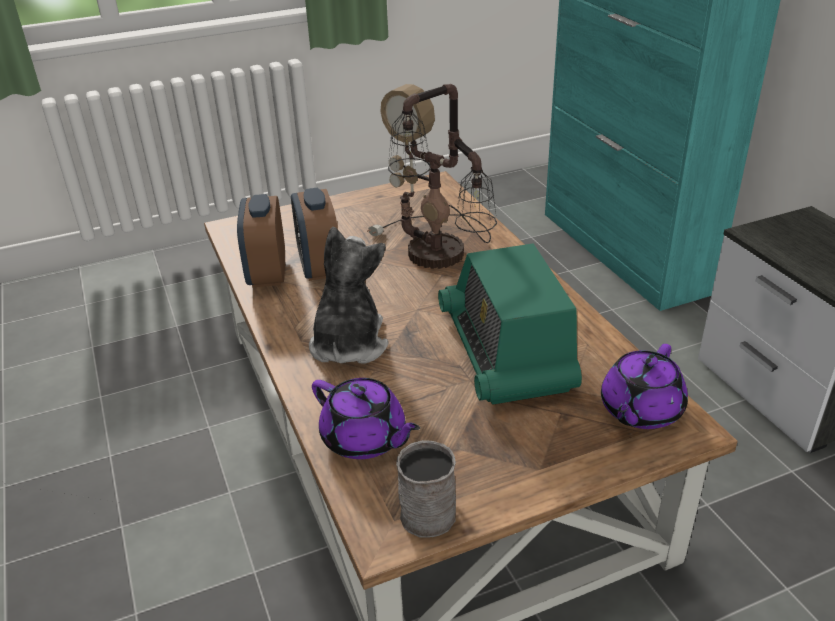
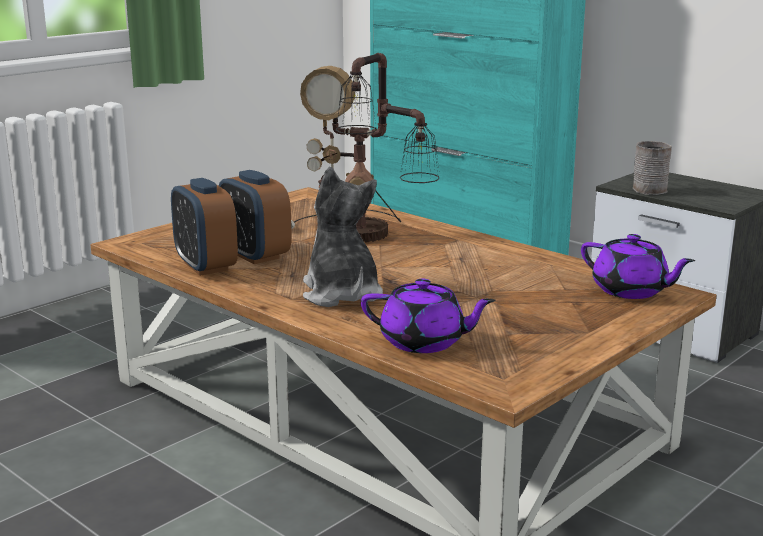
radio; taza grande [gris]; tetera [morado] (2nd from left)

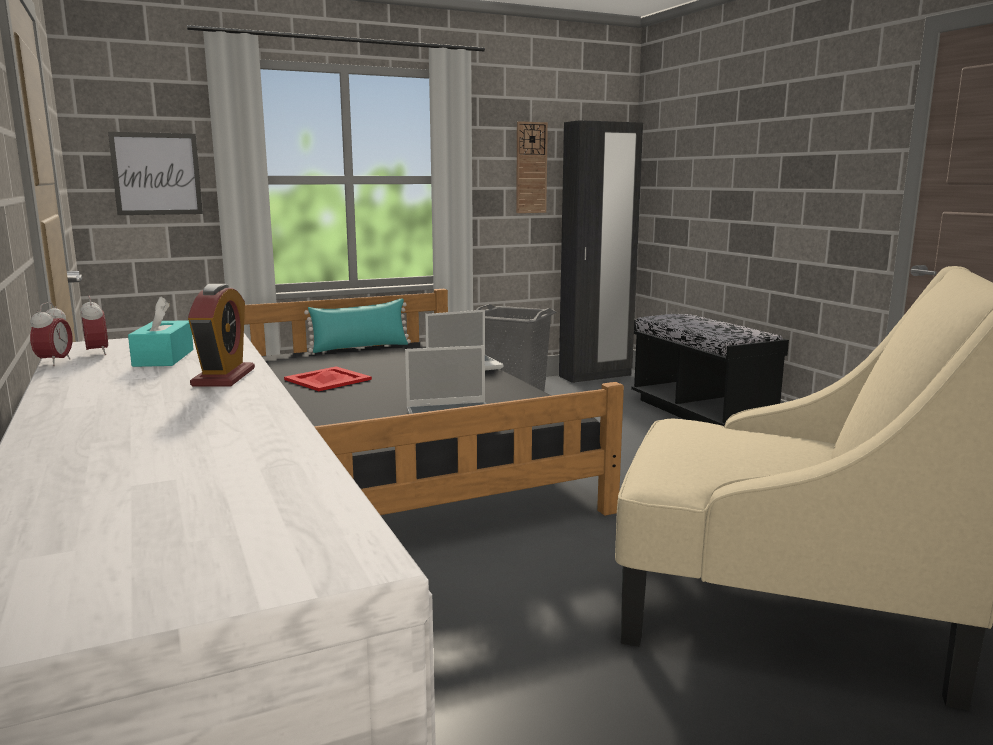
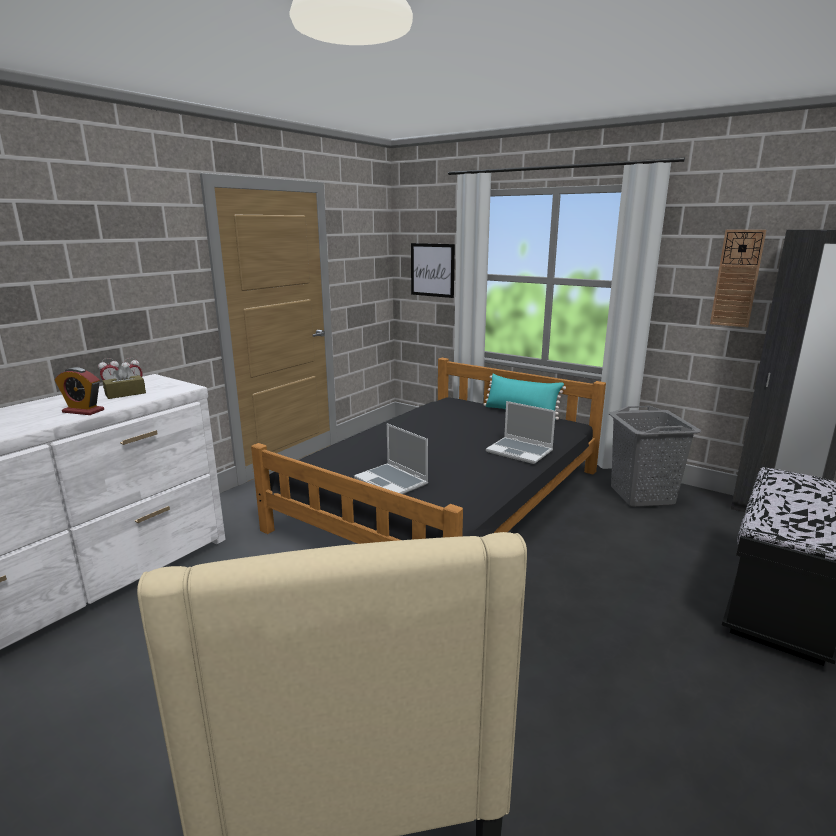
bandeja [rojo]; caja de pañuelos [marrón]; despertador (1st from left)

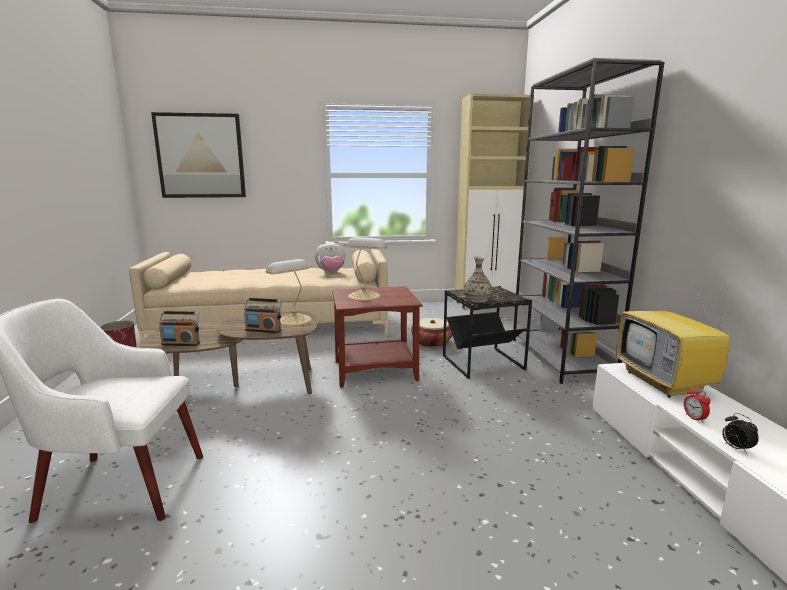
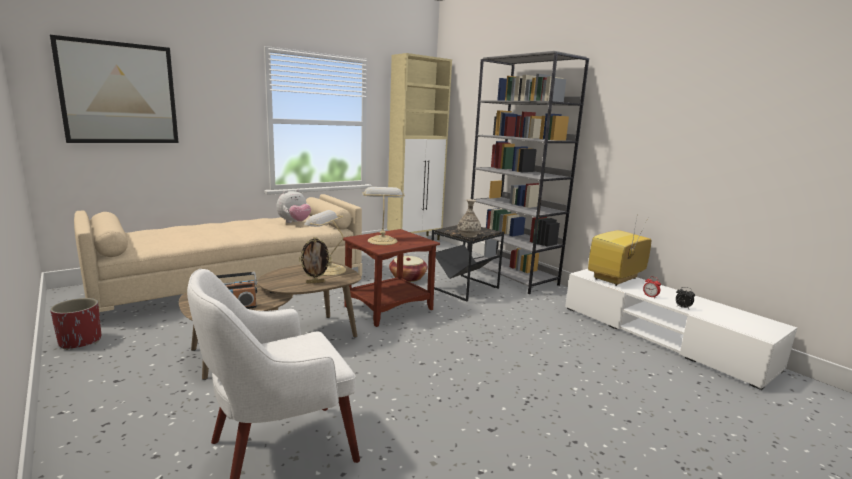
portarretratos; televisor

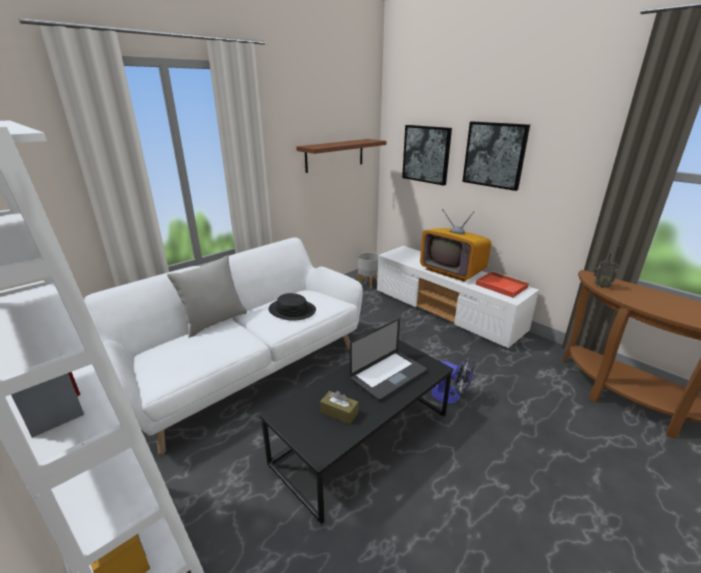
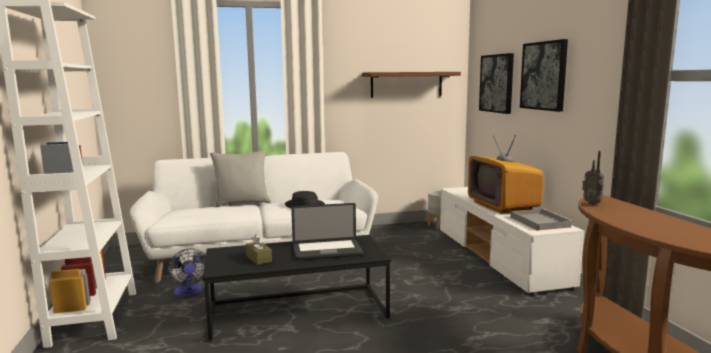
ventilador; bandeja [gris]

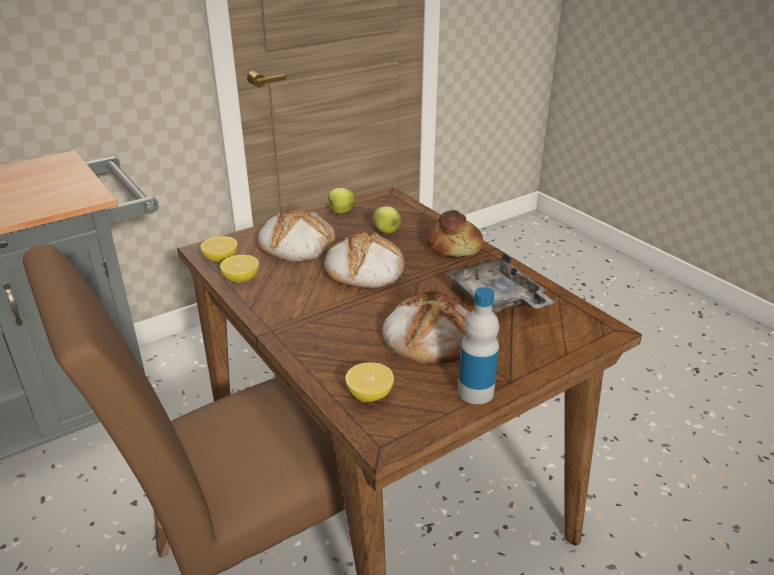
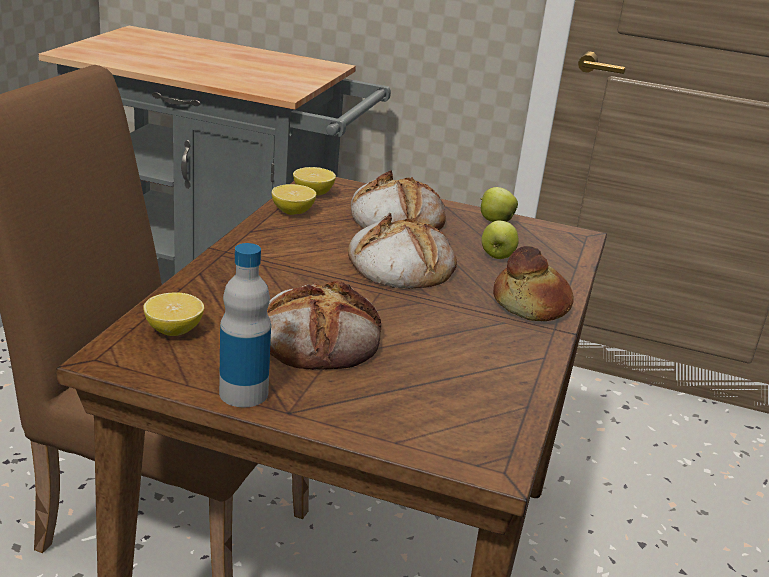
bandeja [gris]

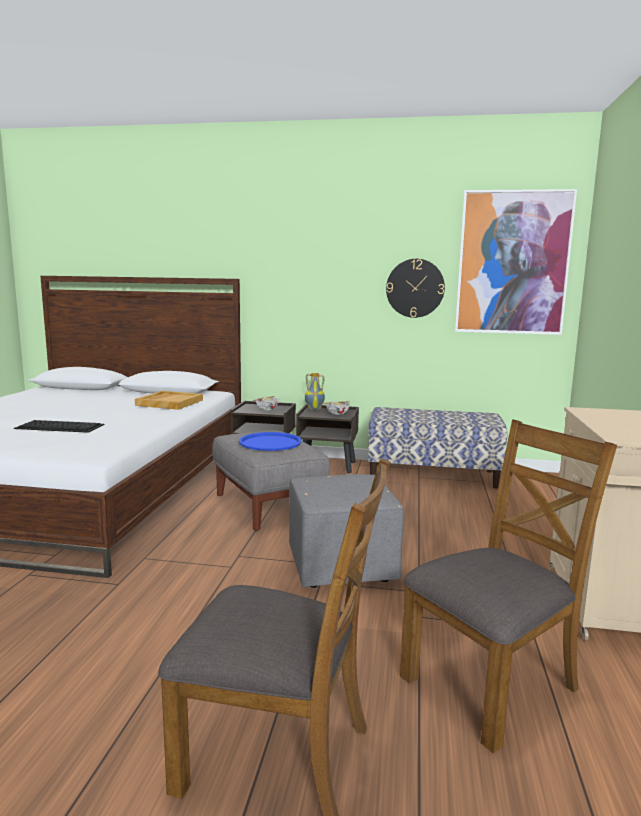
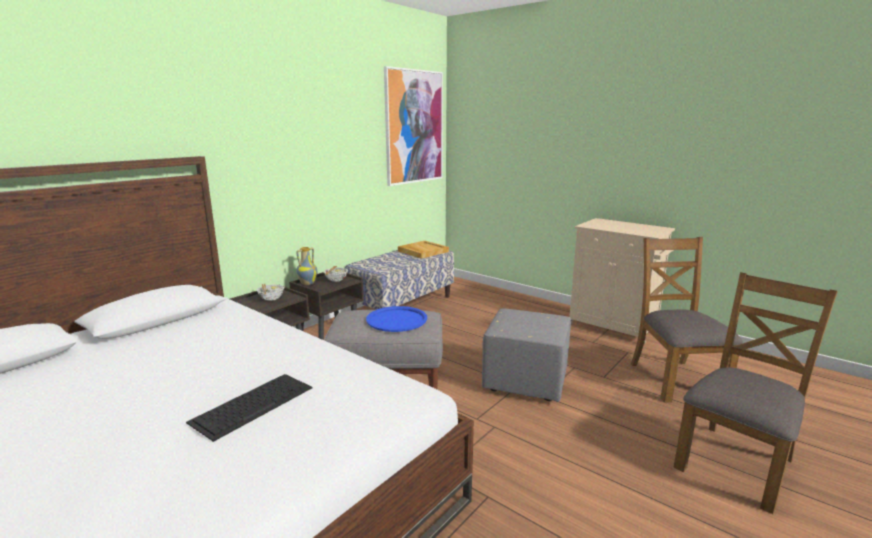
reloj de pared; bandeja [beis]

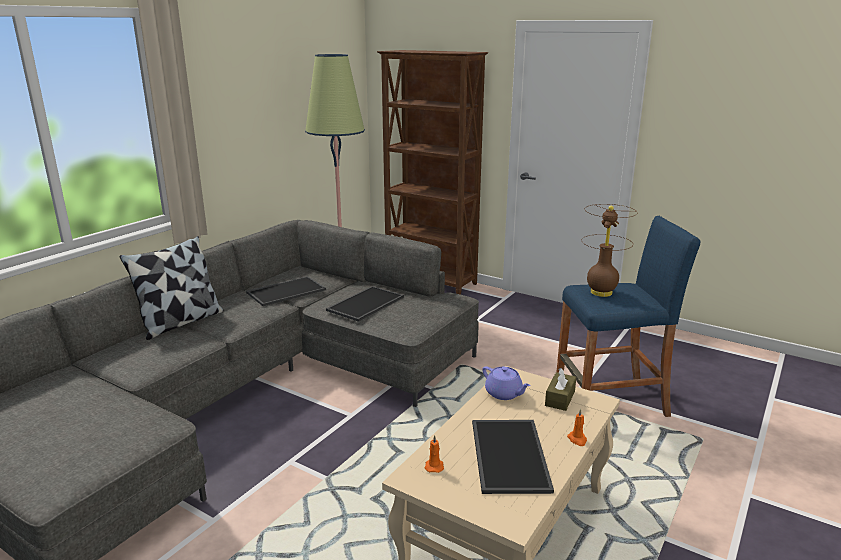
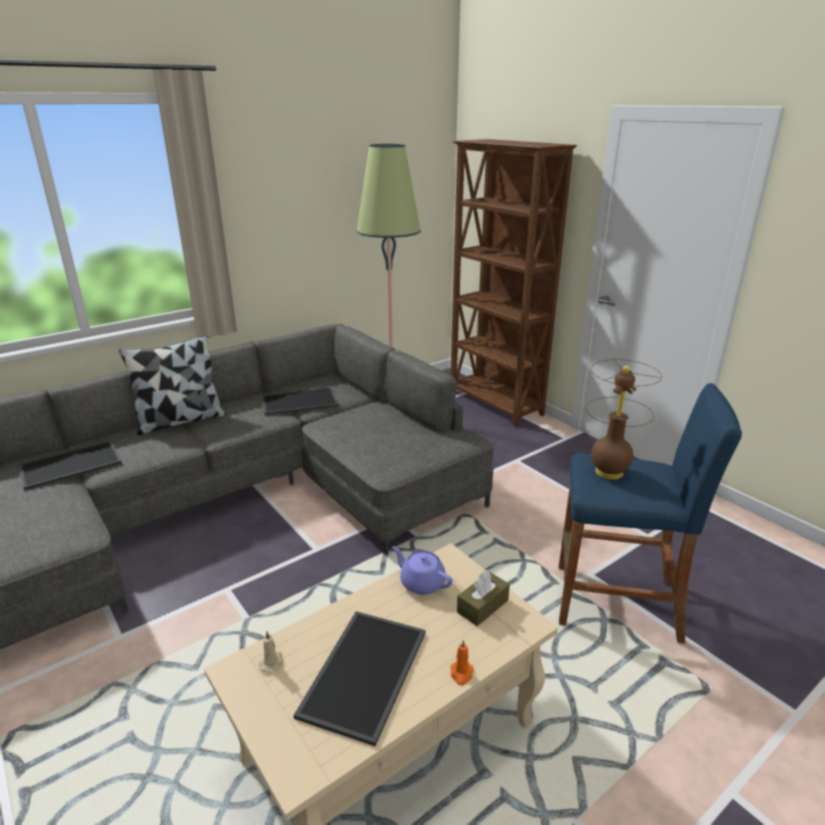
bandeja (1st from left); vela [beis]; tetera [morado]

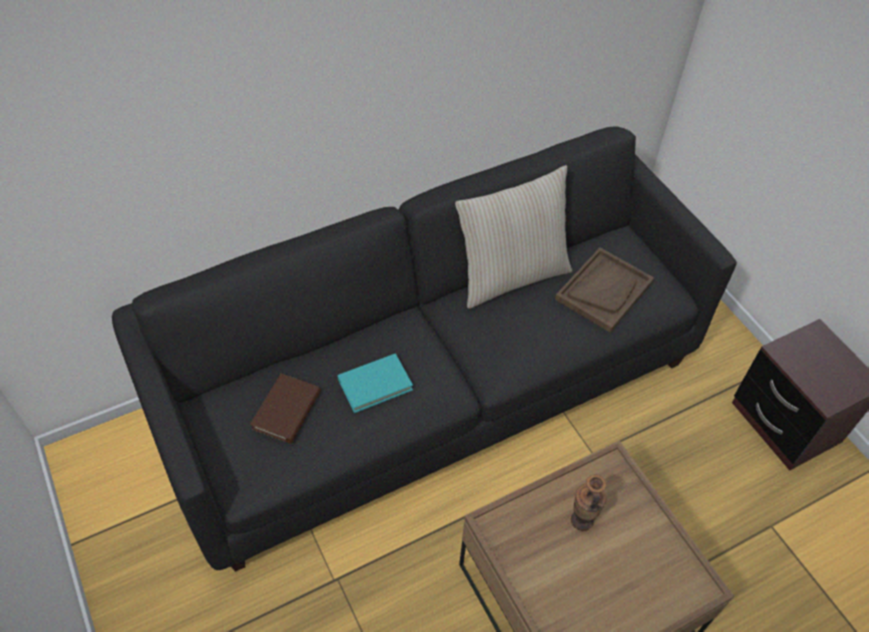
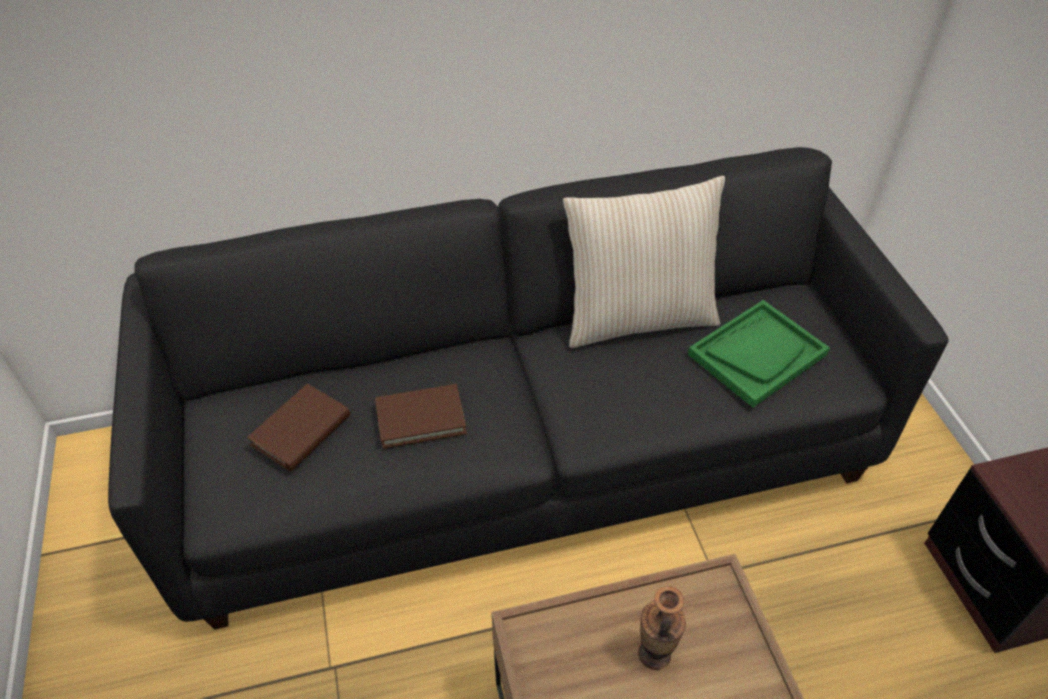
libro [marrón] (2nd from left); bandeja [verde]

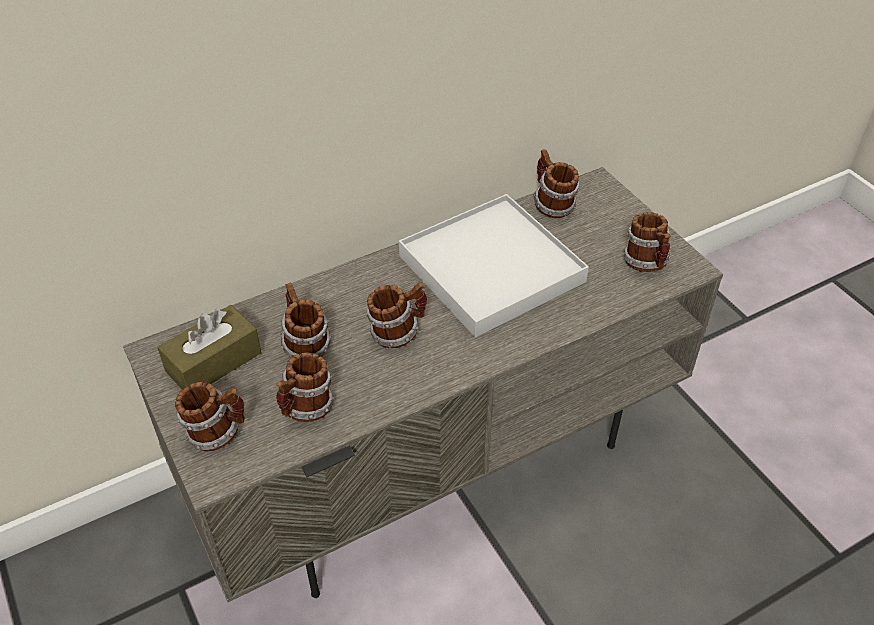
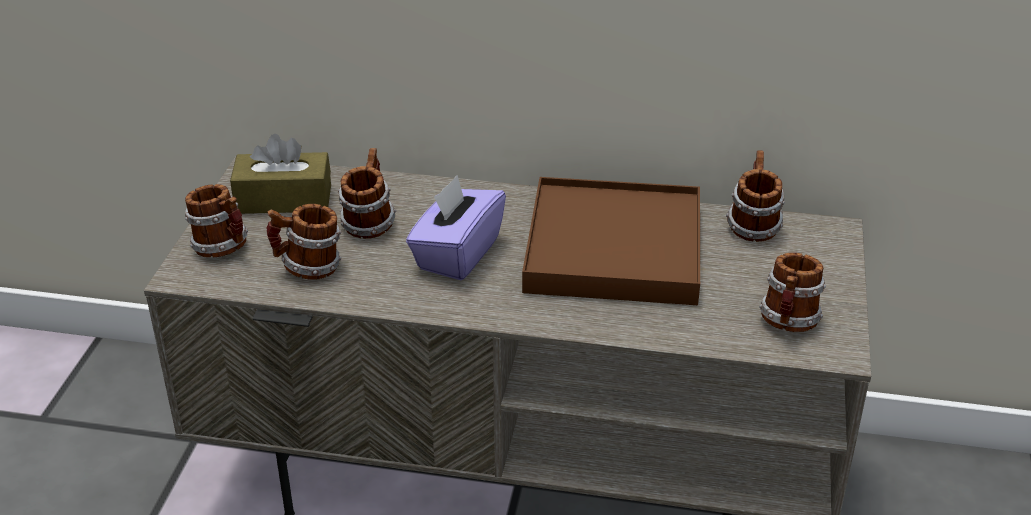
caja de pañuelos [morado]; bandeja [marrón]

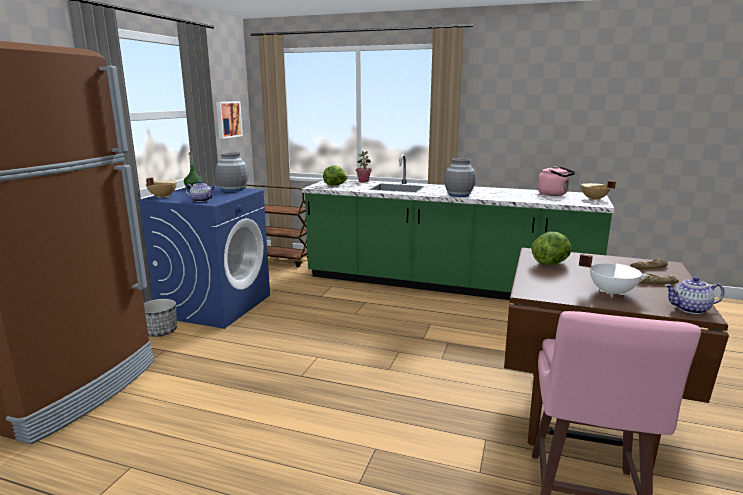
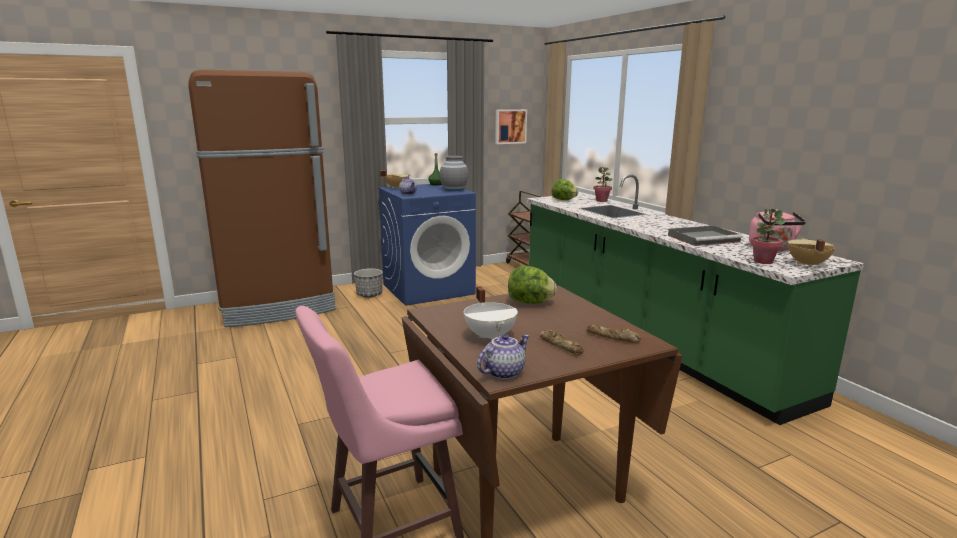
florero [gris] (2nd from left in the first image); bandeja [gris]; planta en maceta (2nd from left); tetera (2nd from left)

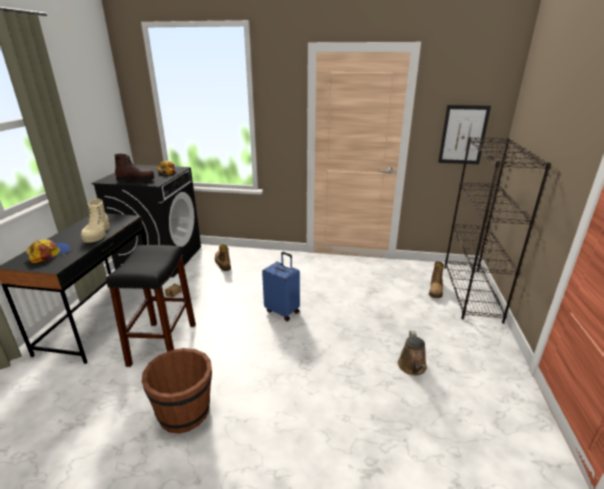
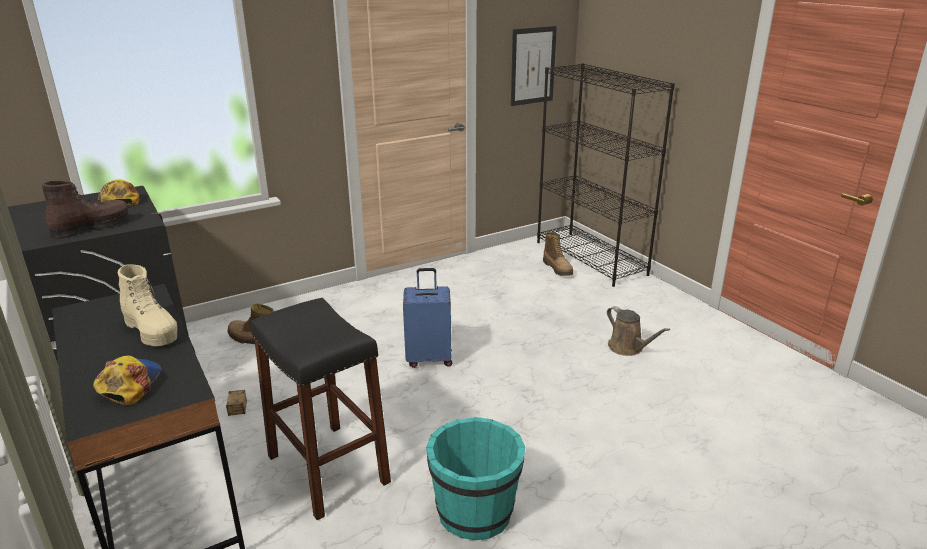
cubo [turquesa]

